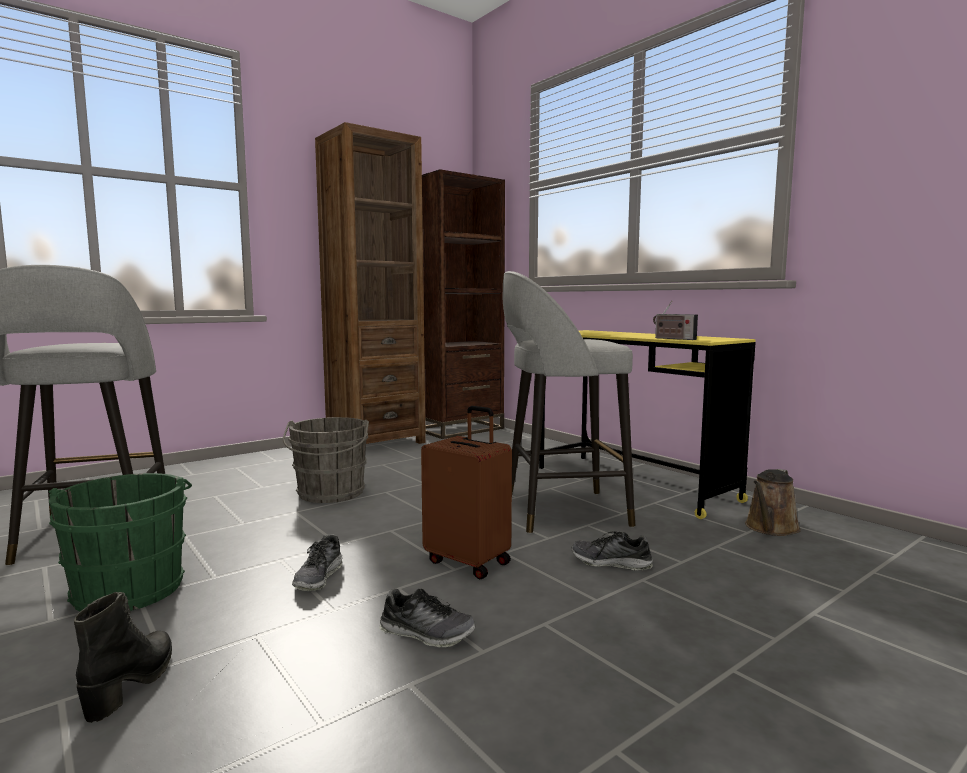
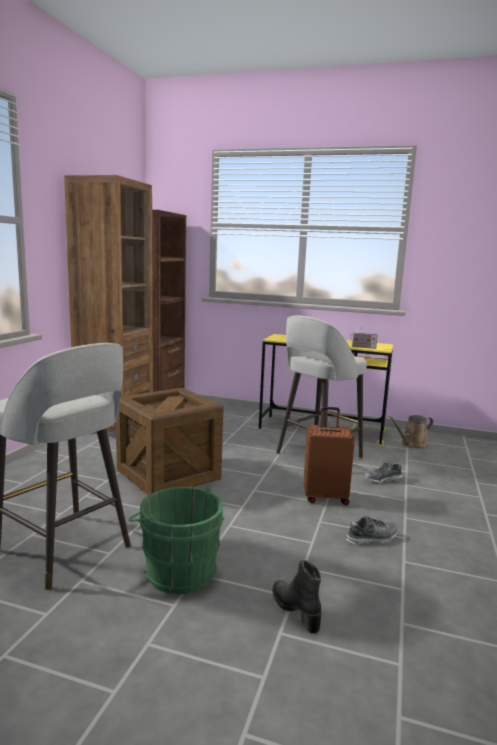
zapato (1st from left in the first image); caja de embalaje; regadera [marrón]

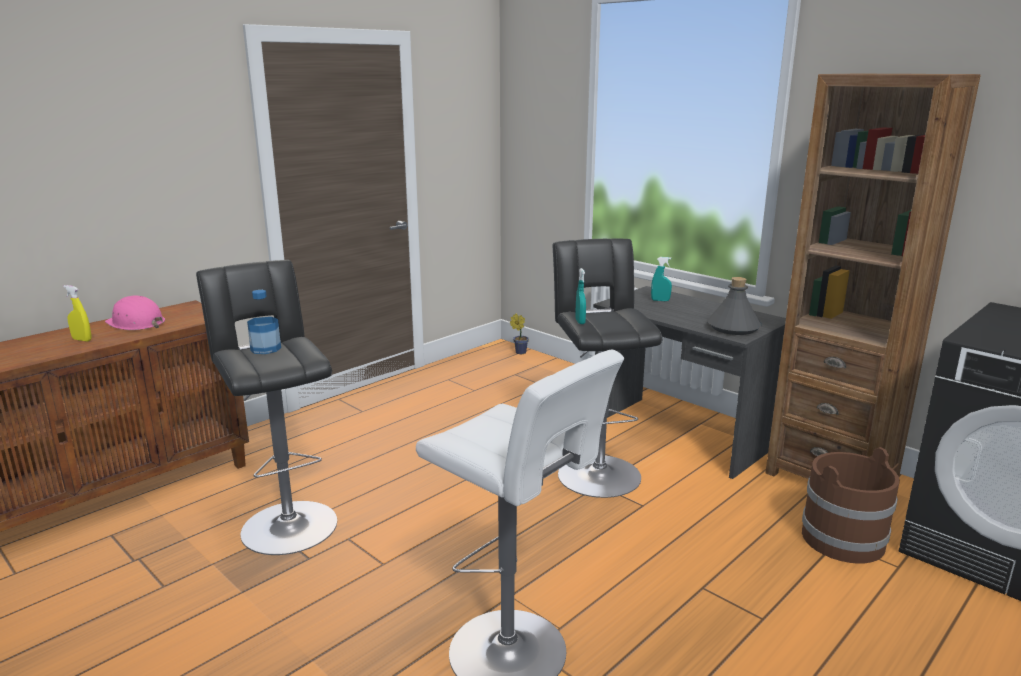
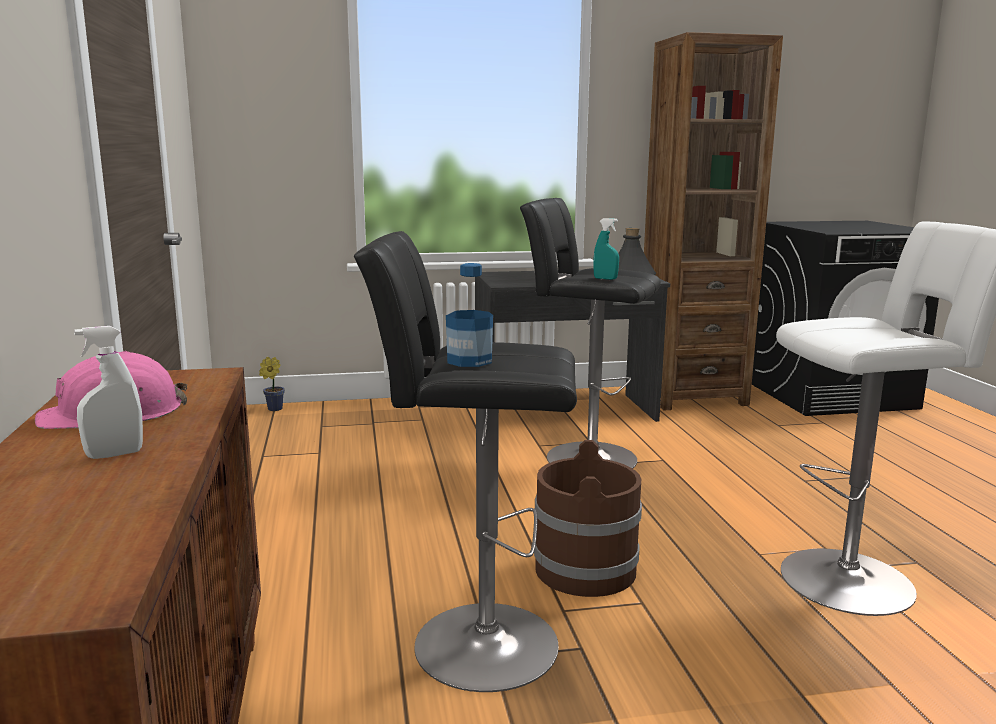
pulverizador [turquesa] (2nd from left in the first image); cubo [marrón]; pulverizador [blanco]

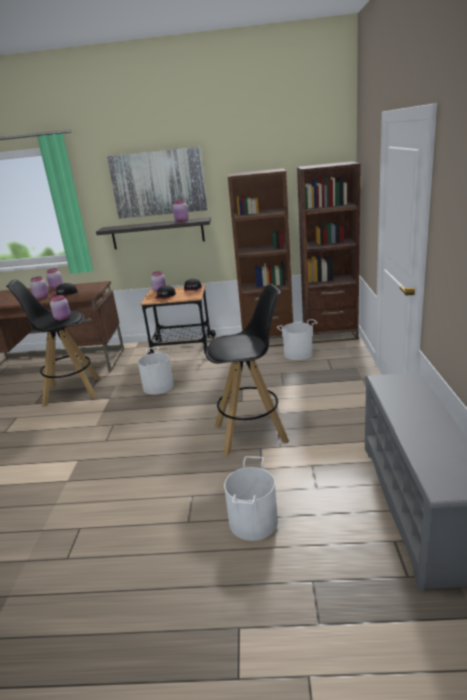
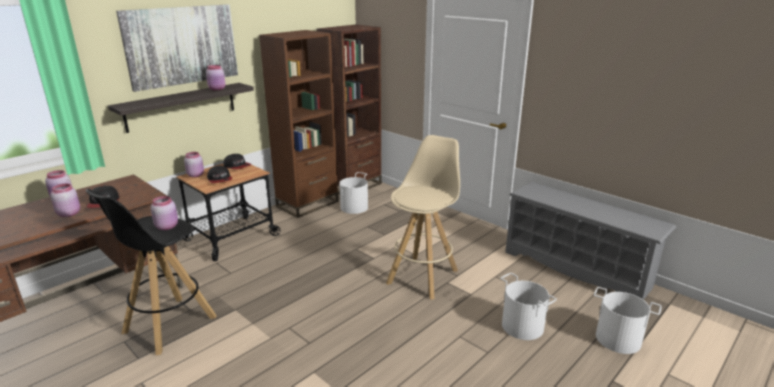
cubo [blanco] (3rd from left); taburete [beis]

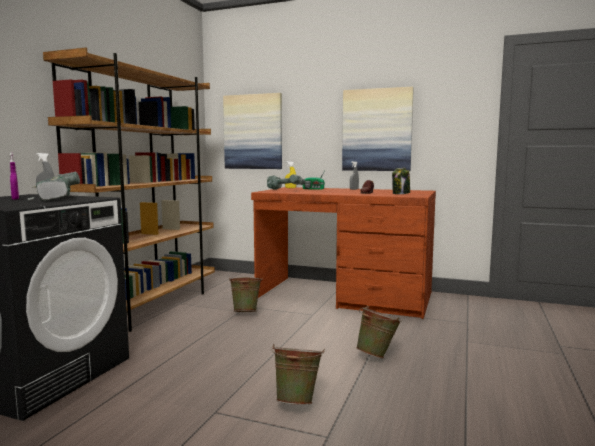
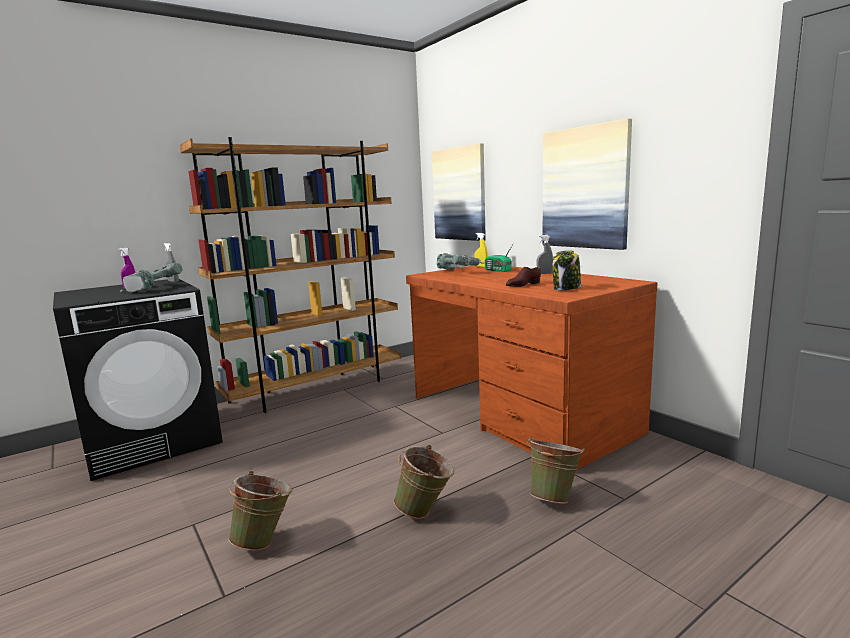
cubo [verde] (3rd from left)

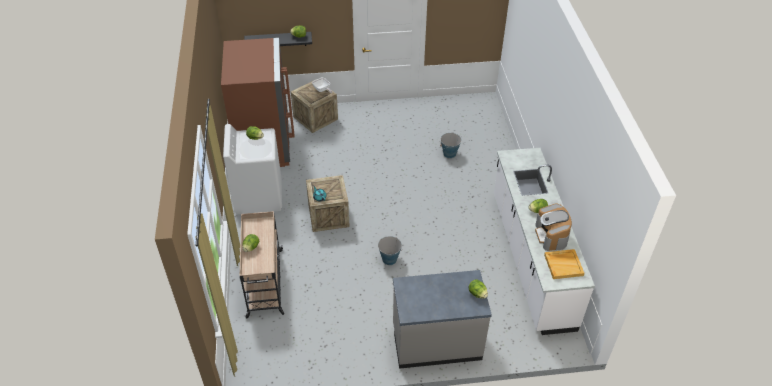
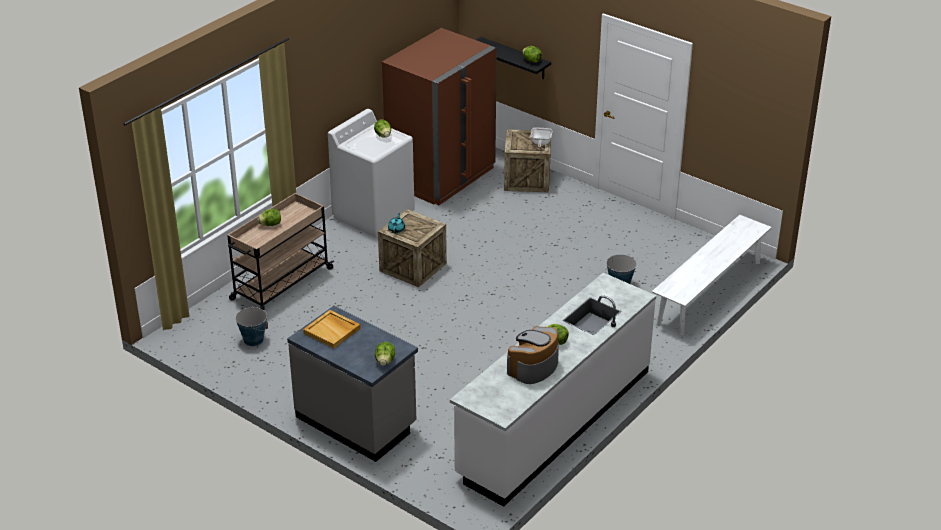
banco [blanco]; cubo (1st from left); bandeja [beis]

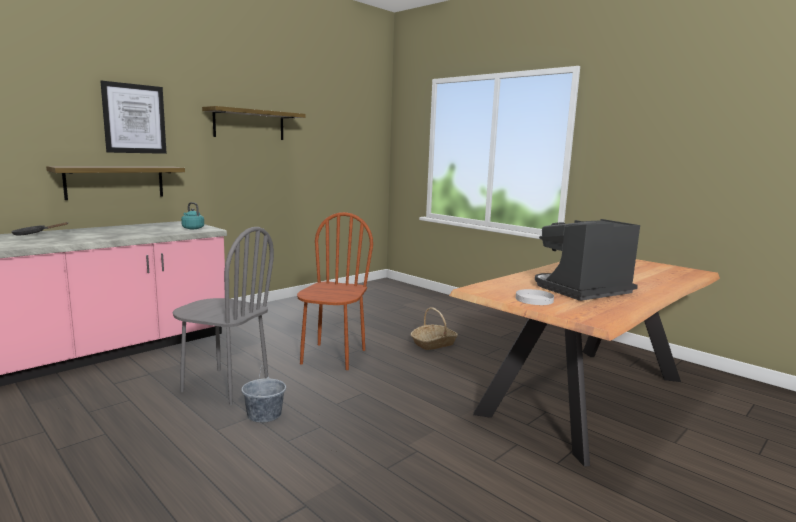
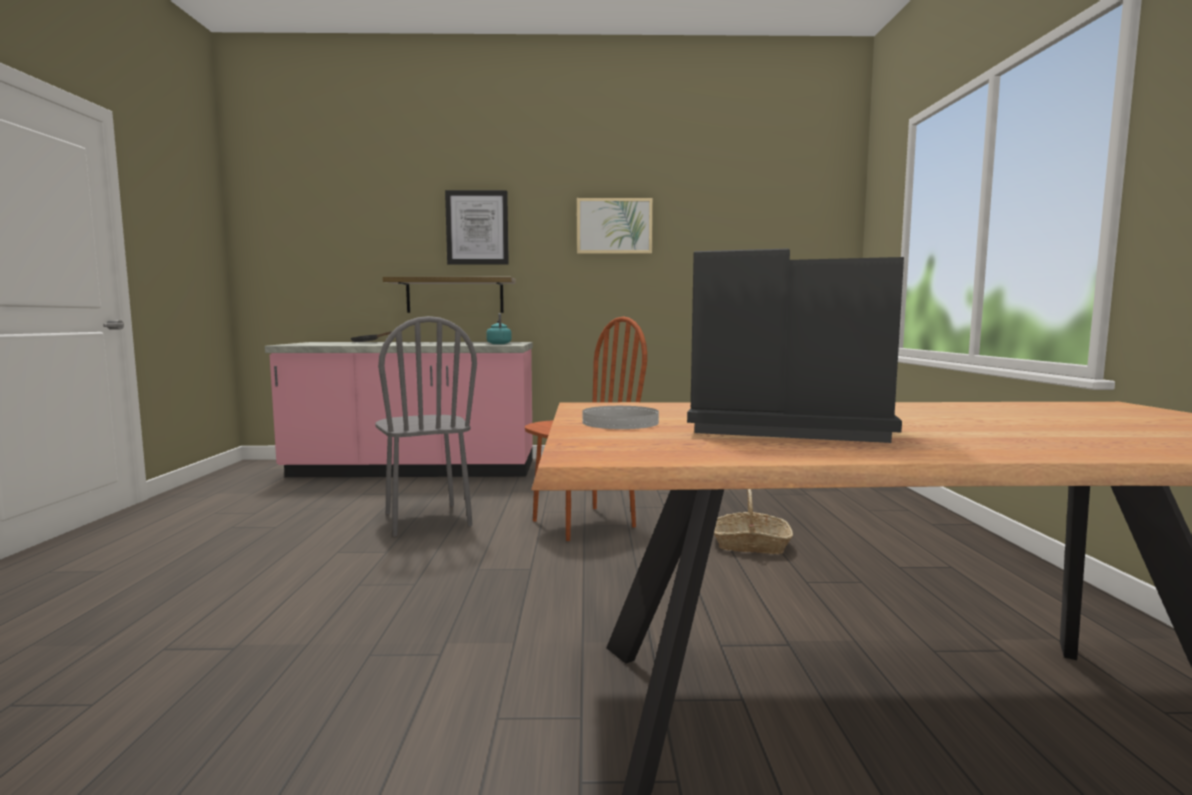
cubo [gris]; cuadro (2nd from left)

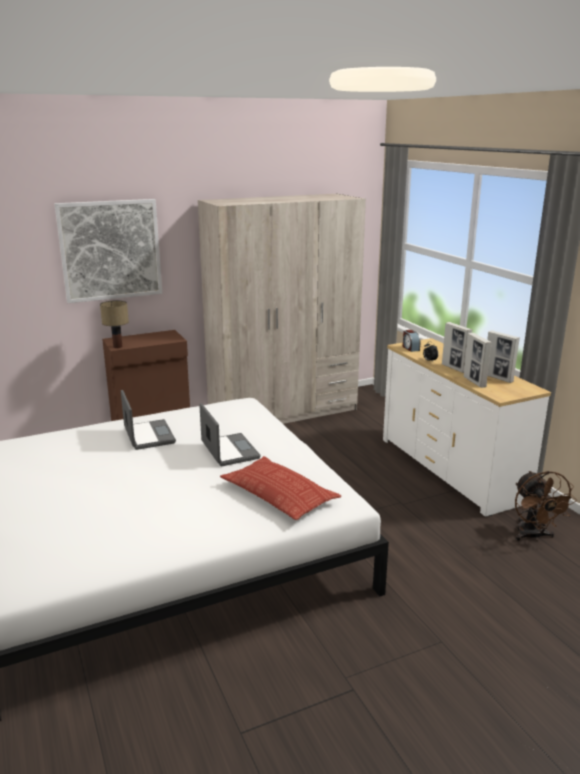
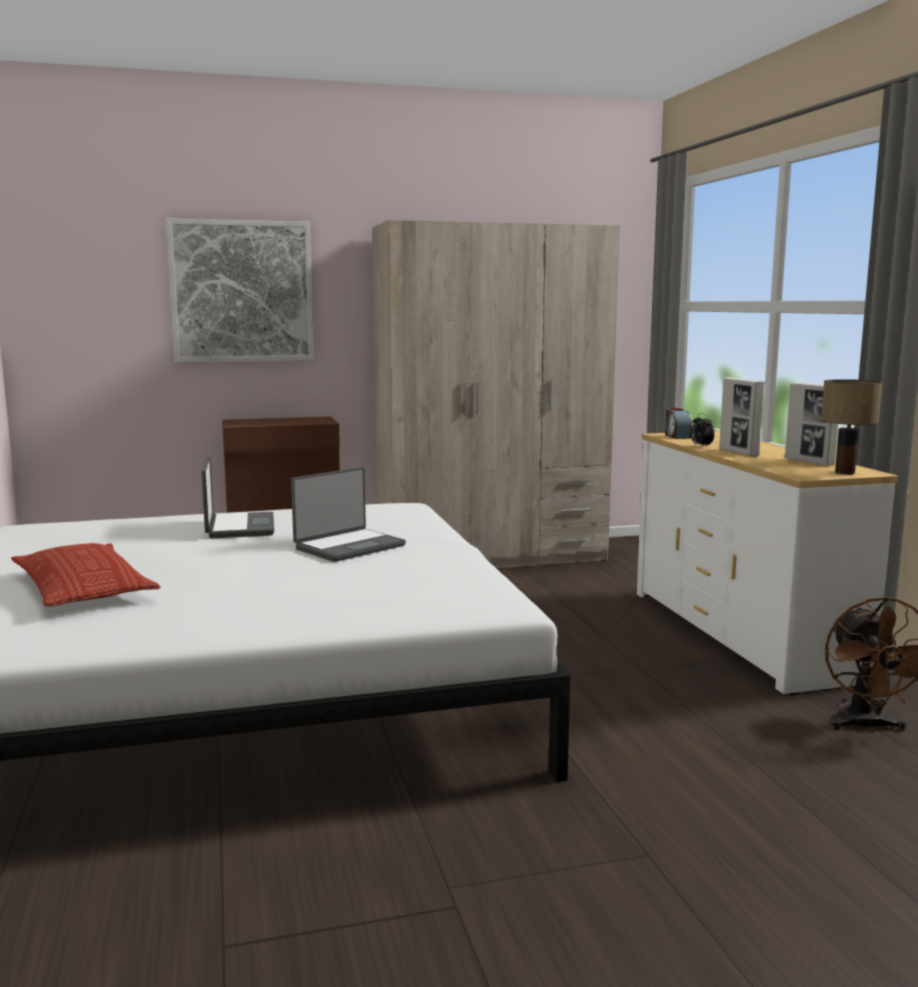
portarretratos (2nd from left in the first image); lámpara de mesa; cojín; portátil (2nd from left)

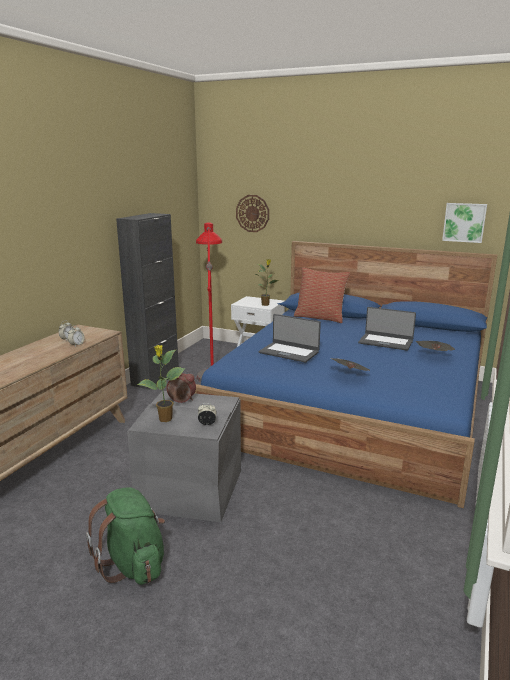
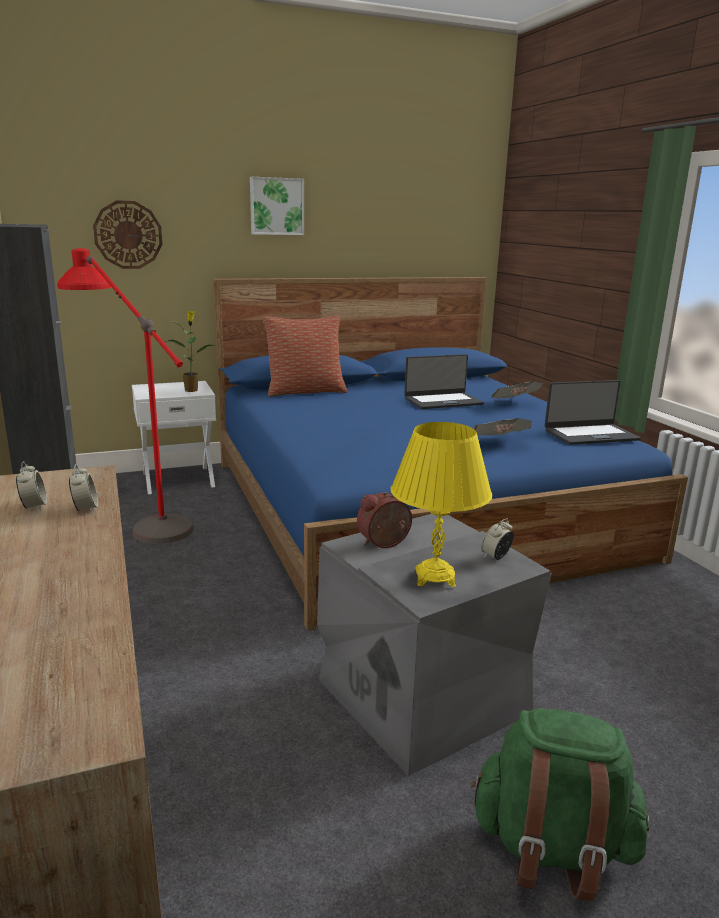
portátil (2nd from left); cuadro; lámpara de mesa [amarillo]

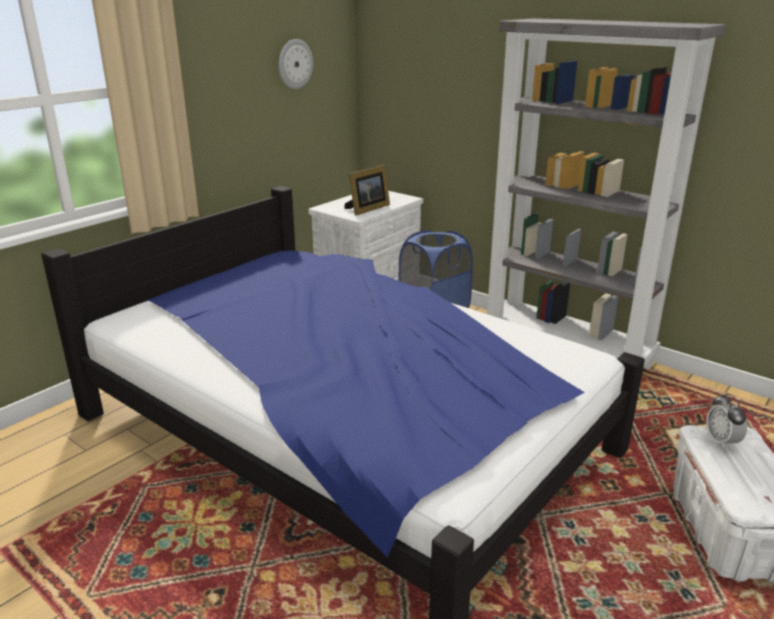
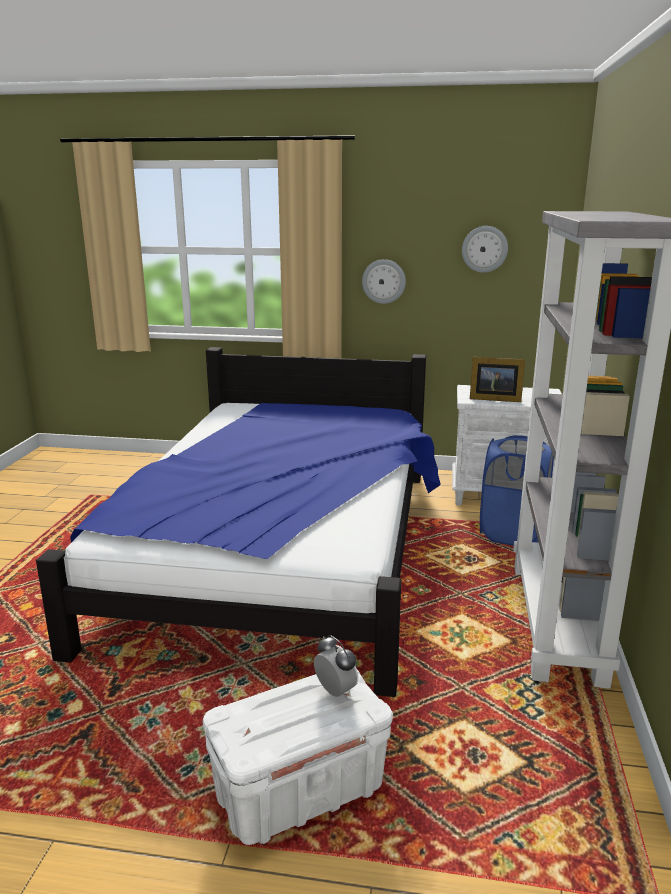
reloj de pared (1st from left); despertador

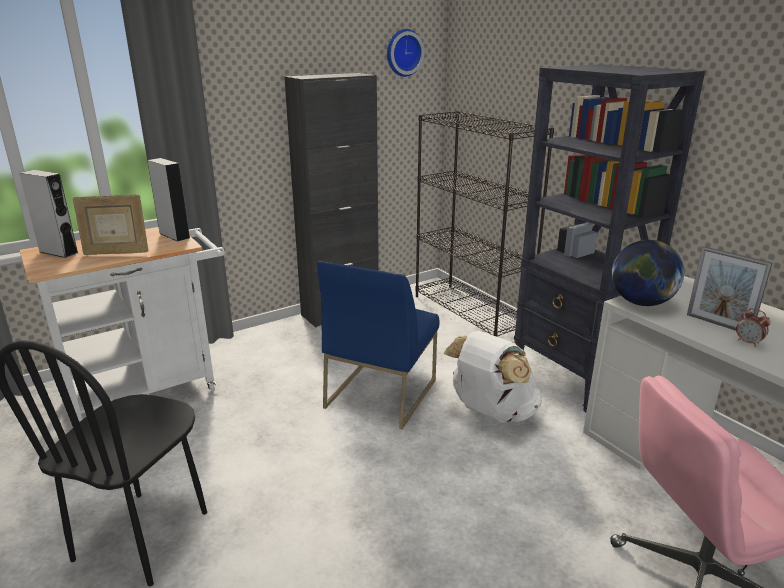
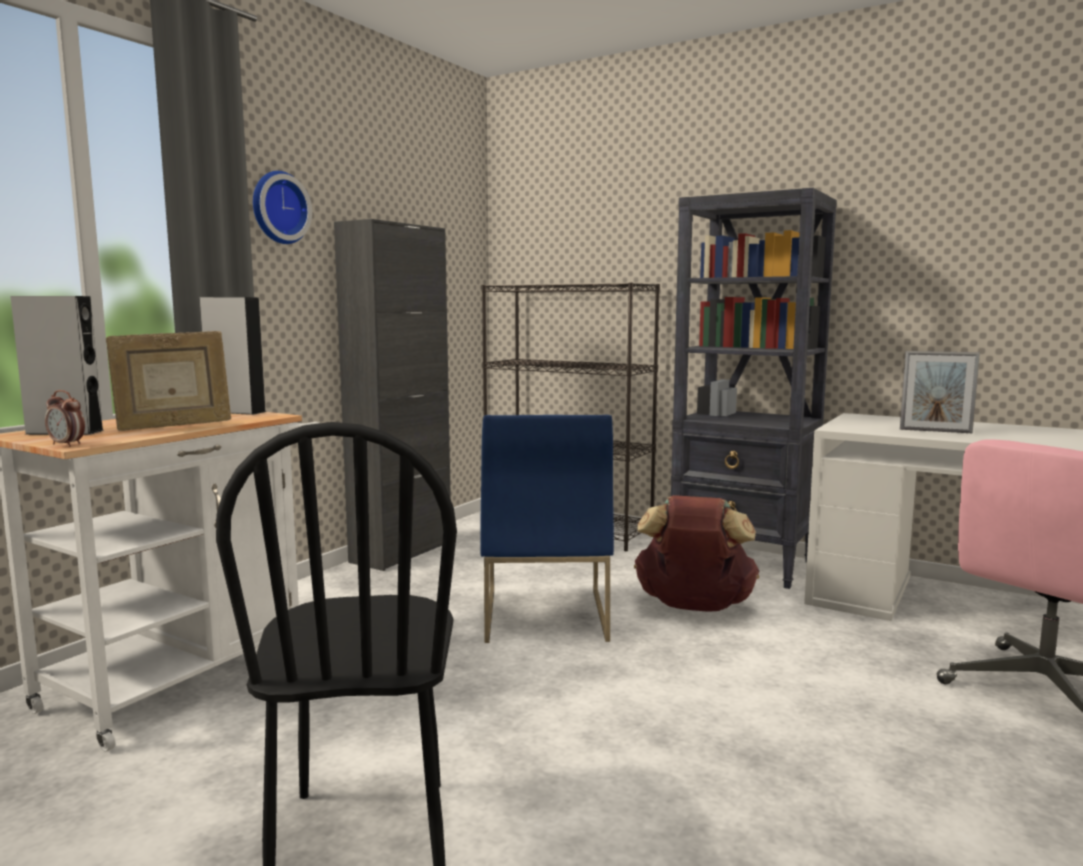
globo terráqueo; reloj de pared; despertador; mochila [marrón]

